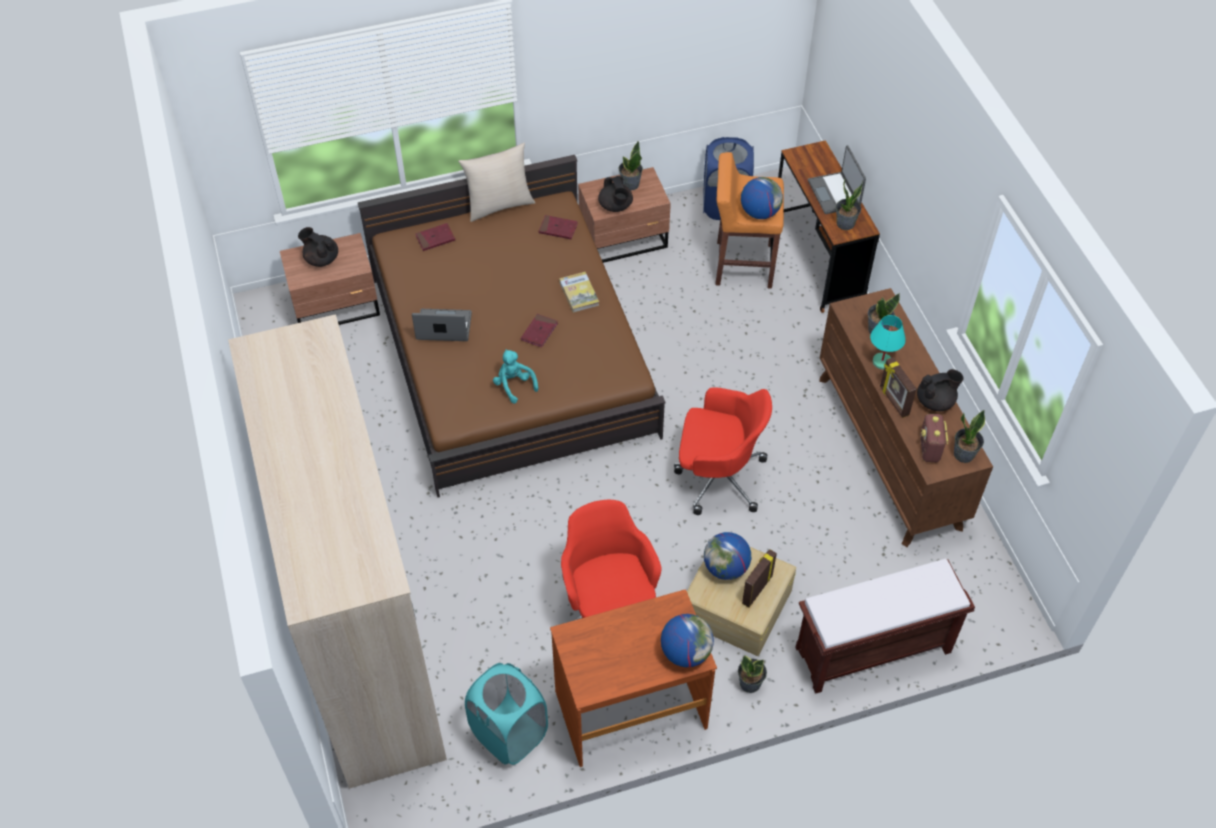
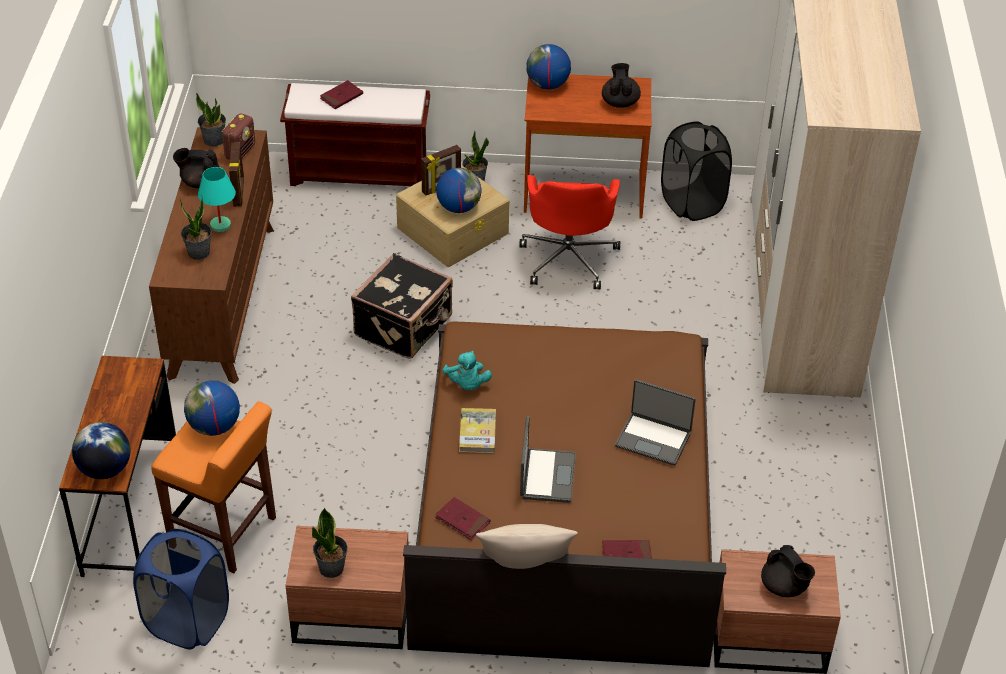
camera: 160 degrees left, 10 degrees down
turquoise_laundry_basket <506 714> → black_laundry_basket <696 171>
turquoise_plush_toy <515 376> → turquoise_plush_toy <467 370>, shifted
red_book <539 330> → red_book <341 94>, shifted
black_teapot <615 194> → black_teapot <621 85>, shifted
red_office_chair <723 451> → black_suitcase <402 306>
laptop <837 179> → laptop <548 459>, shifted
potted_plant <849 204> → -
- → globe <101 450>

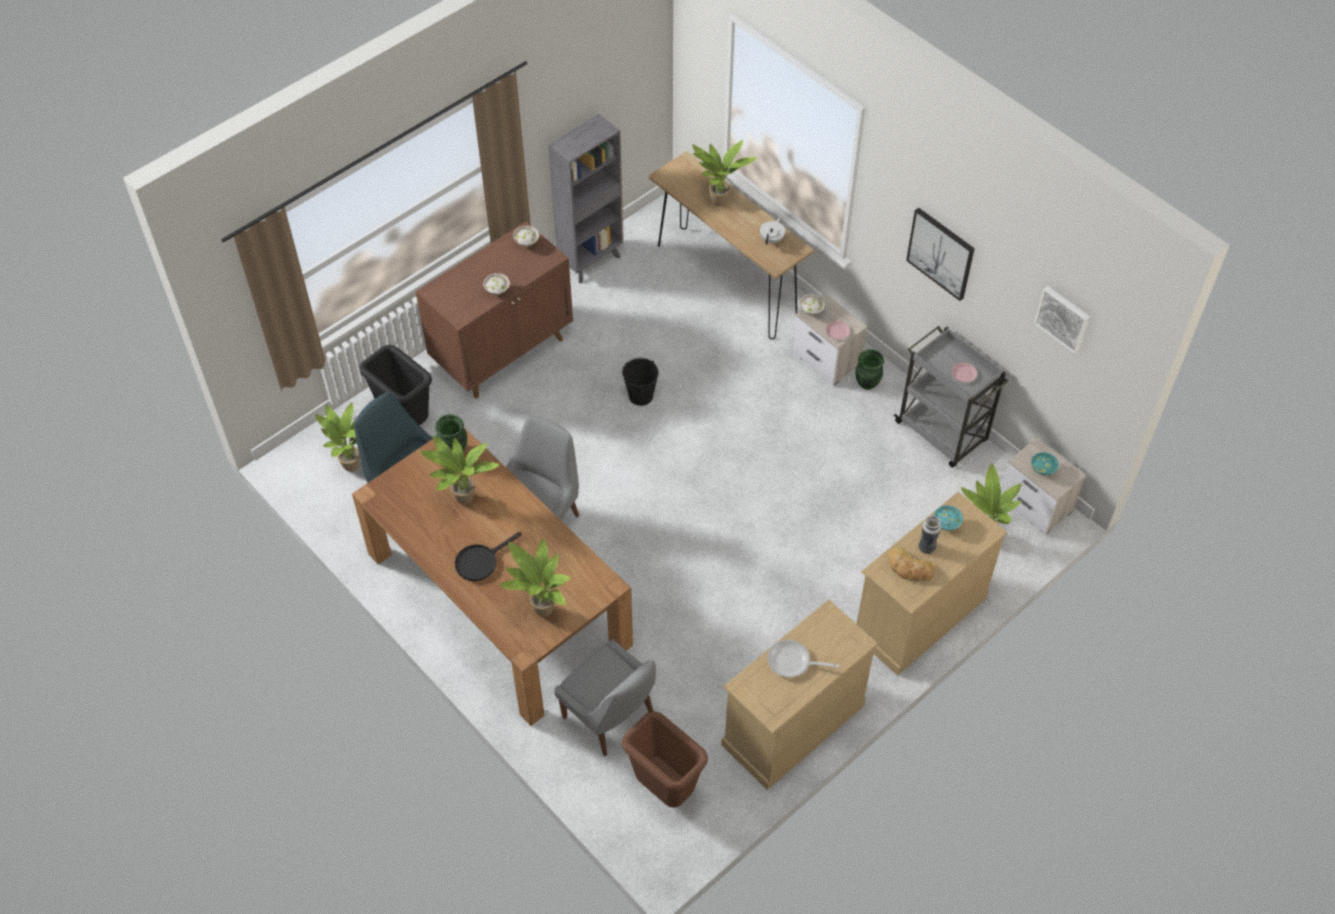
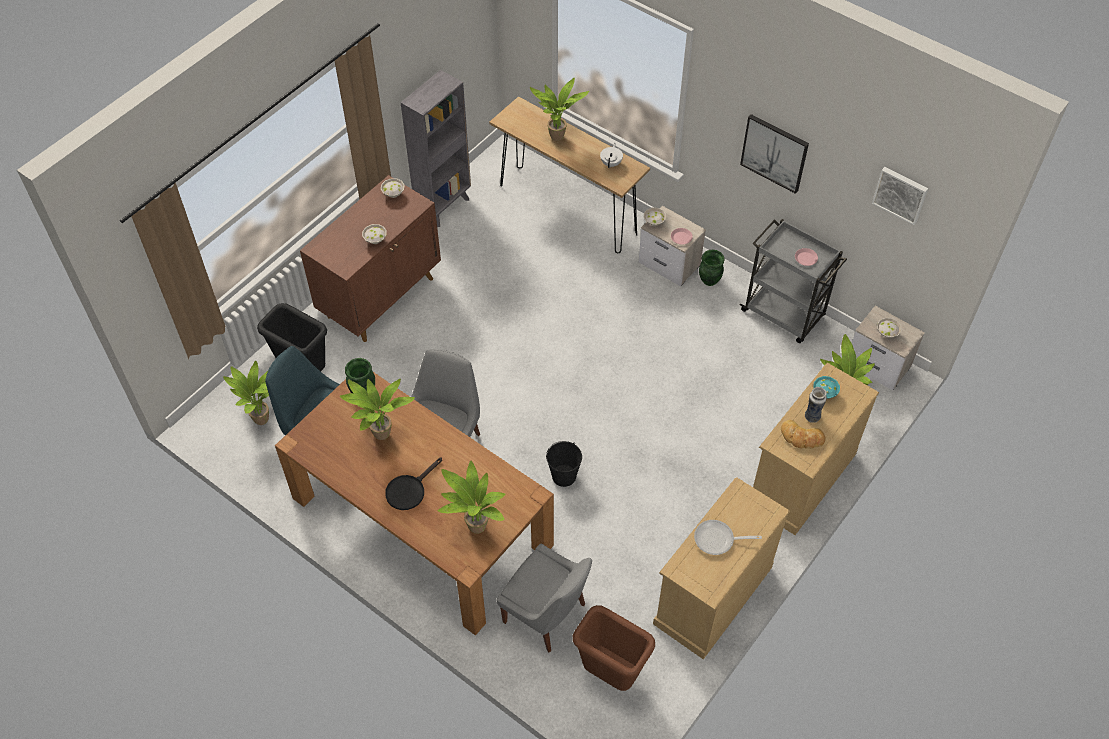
camera: 10 degrees left, 0 degrees up
black_bucket <640 382> → black_bucket <564 464>, shifted
turquoise_bowl <1045 463> → white_bowl <889 328>

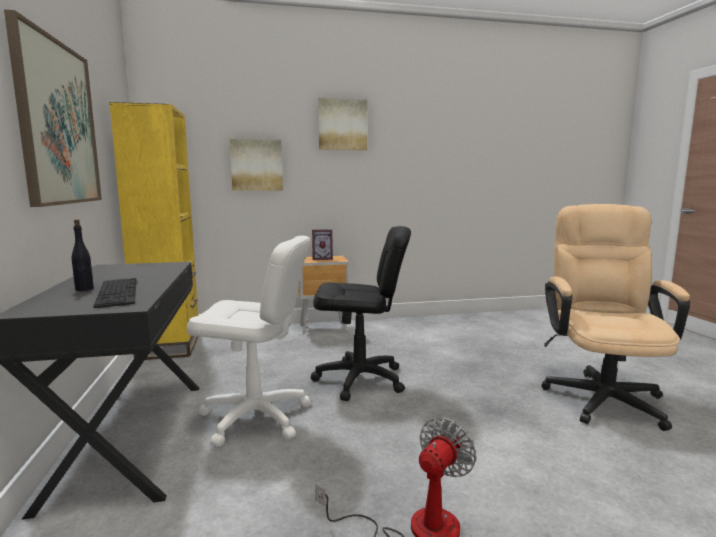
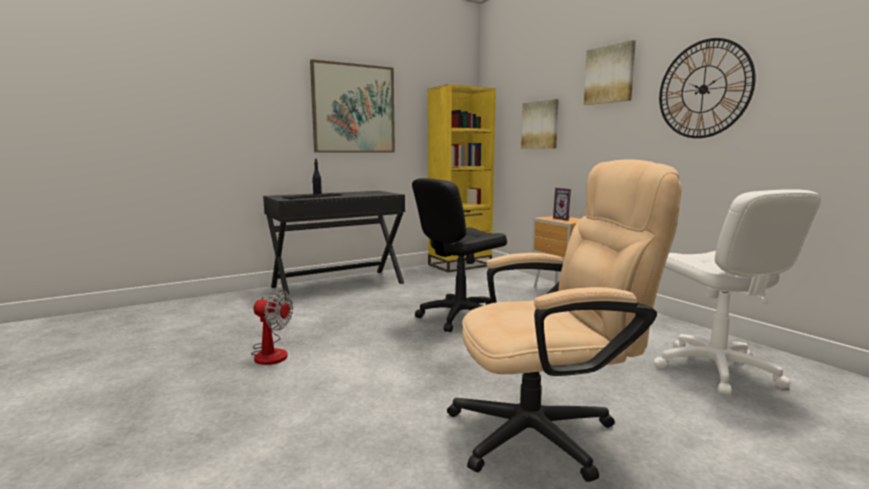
camera: 70 degrees right, 0 degrees up
white_office_chair <249 341> → white_office_chair <737 292>, shifted
black_office_chair <361 313> → black_office_chair <459 255>, 75 degrees clockwise
- → wall_clock <707 88>

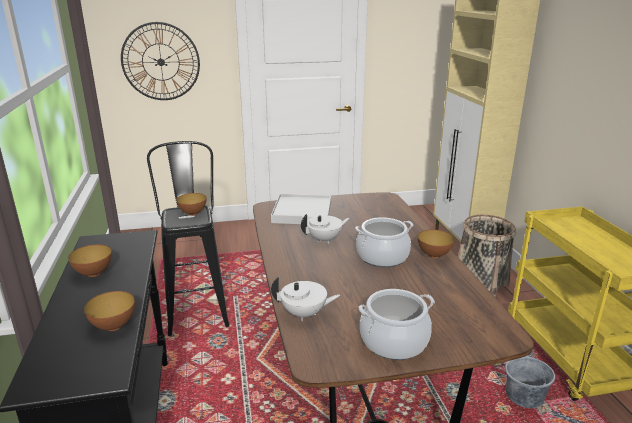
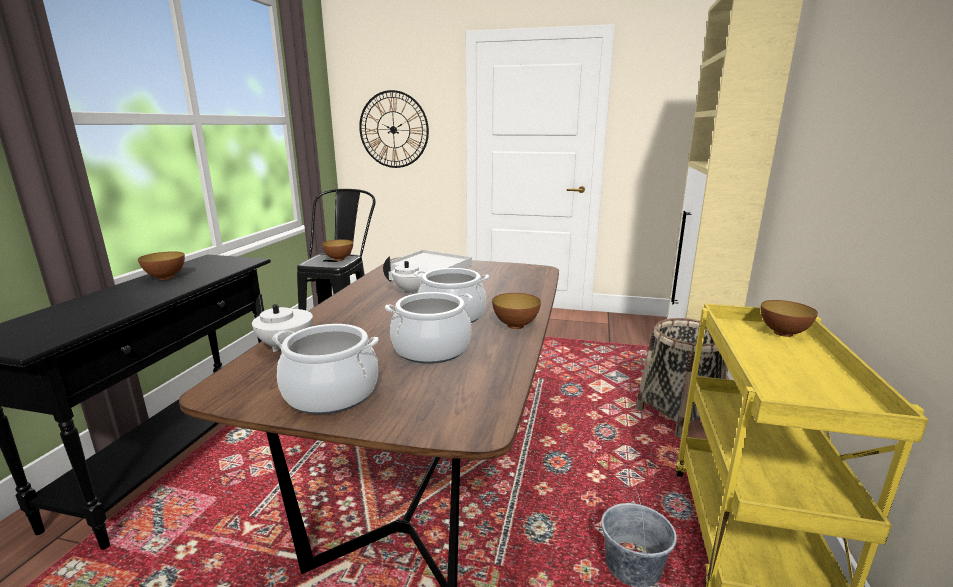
camera: 25 degrees right, 5 degrees down
bowl <109 311> → bowl <789 318>, shifted
- → cooking_pot <429 328>

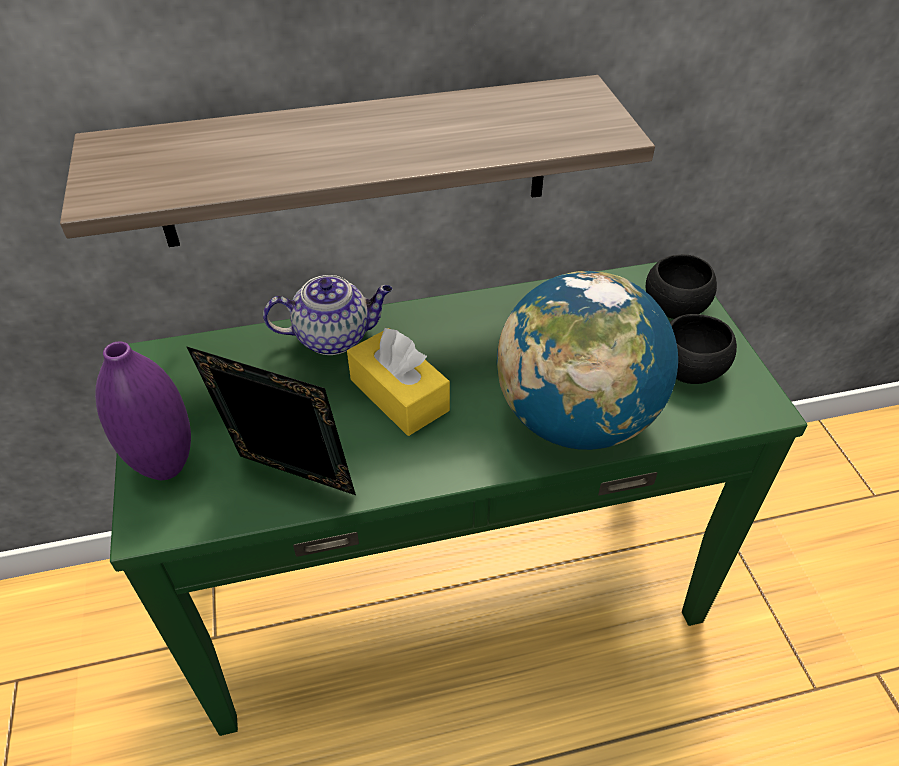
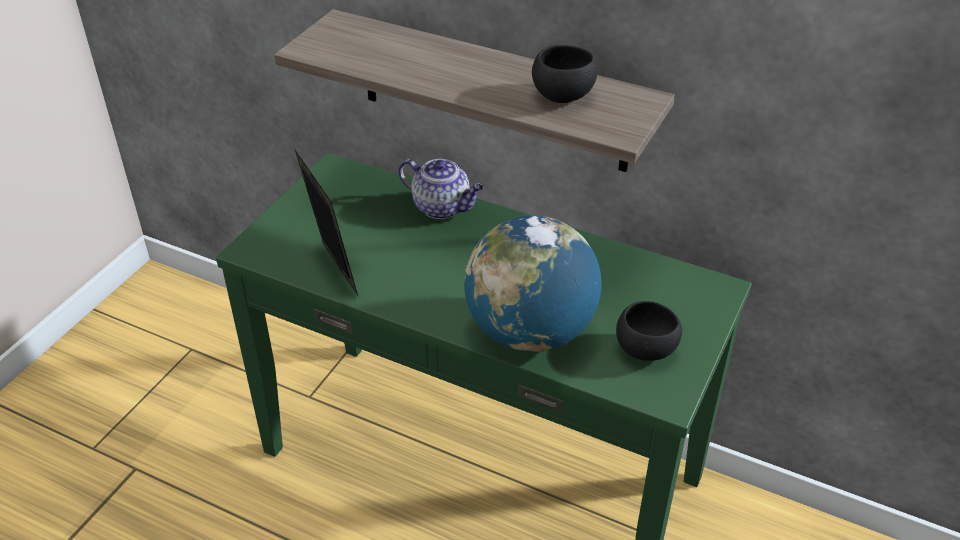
camera: 40 degrees right, 5 degrees down
purple_vase <143 410> → -
yellow_tissue_box <398 382> → -
black_bowl <681 286> → black_bowl <565 74>, shifted

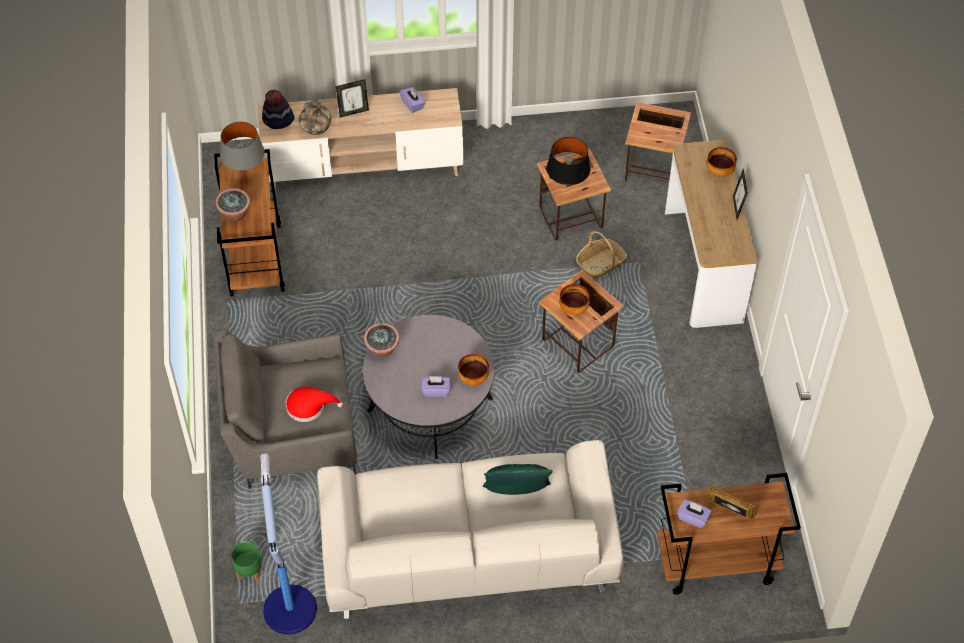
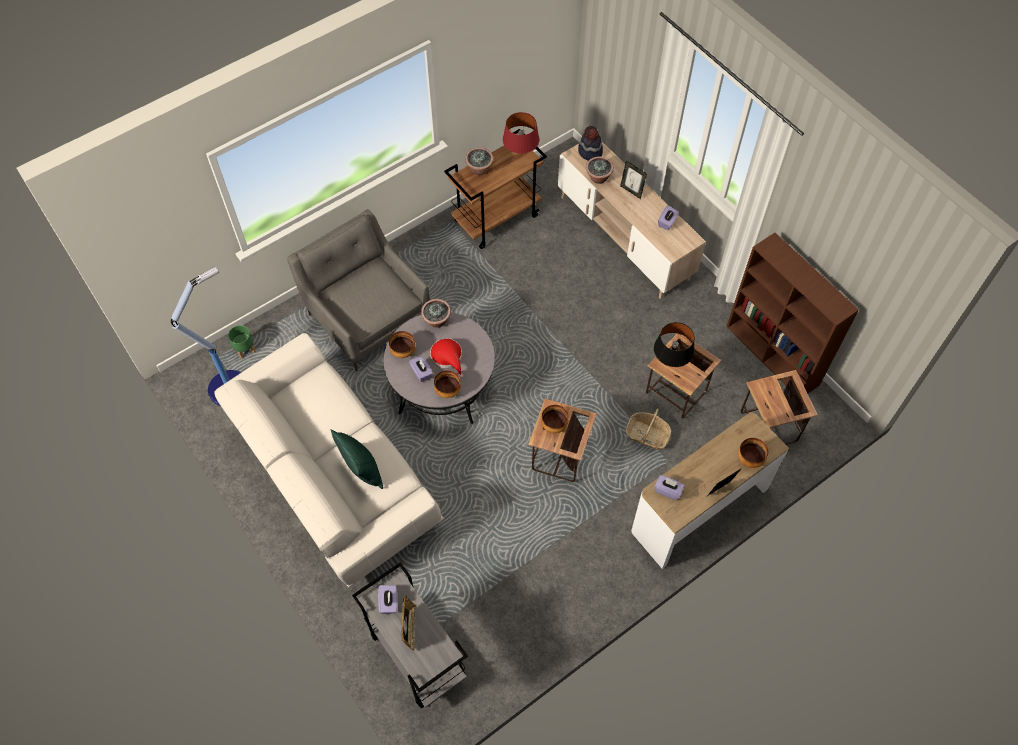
camera: 60 degrees right, 5 degrees up
grey_table_lamp <242 147> → red_table_lamp <521 132>
red_hat <314 404> → red_hat <446 358>, shifted
vase <314 117> → potted_plant <600 170>
brown_cart <729 533> → grey_cart <410 635>
- → bowl <402 344>
- → purple_tissue_box <669 487>
- → brown_bookcase <792 313>

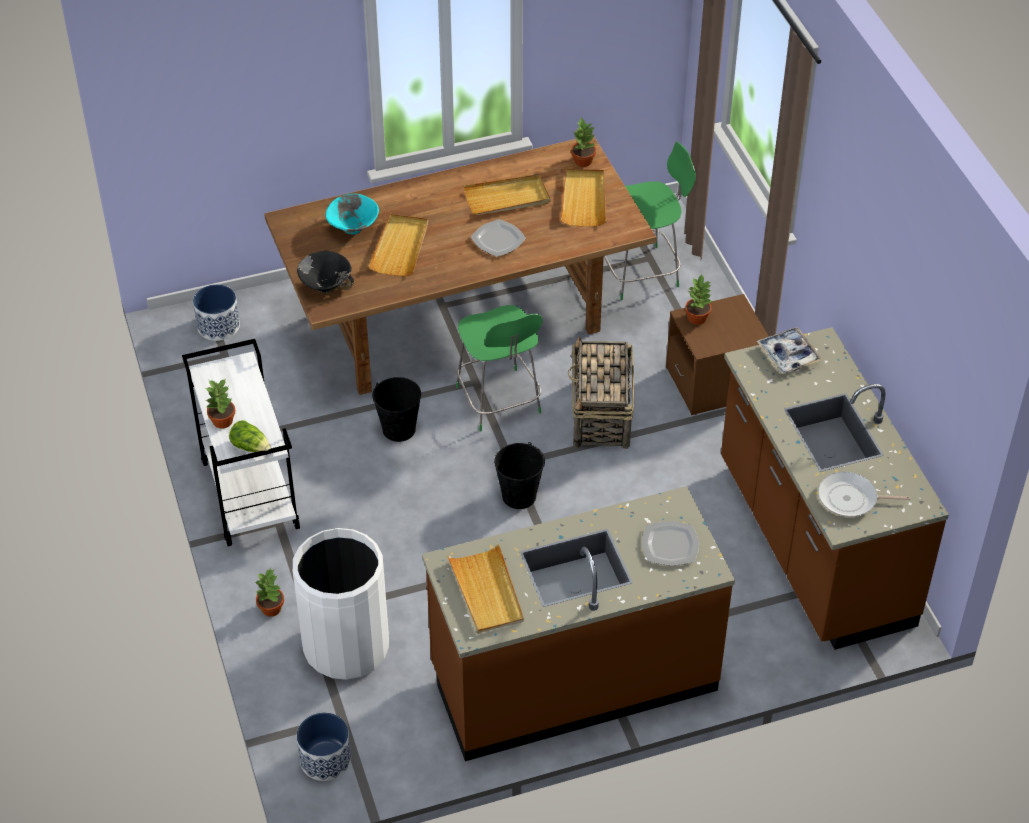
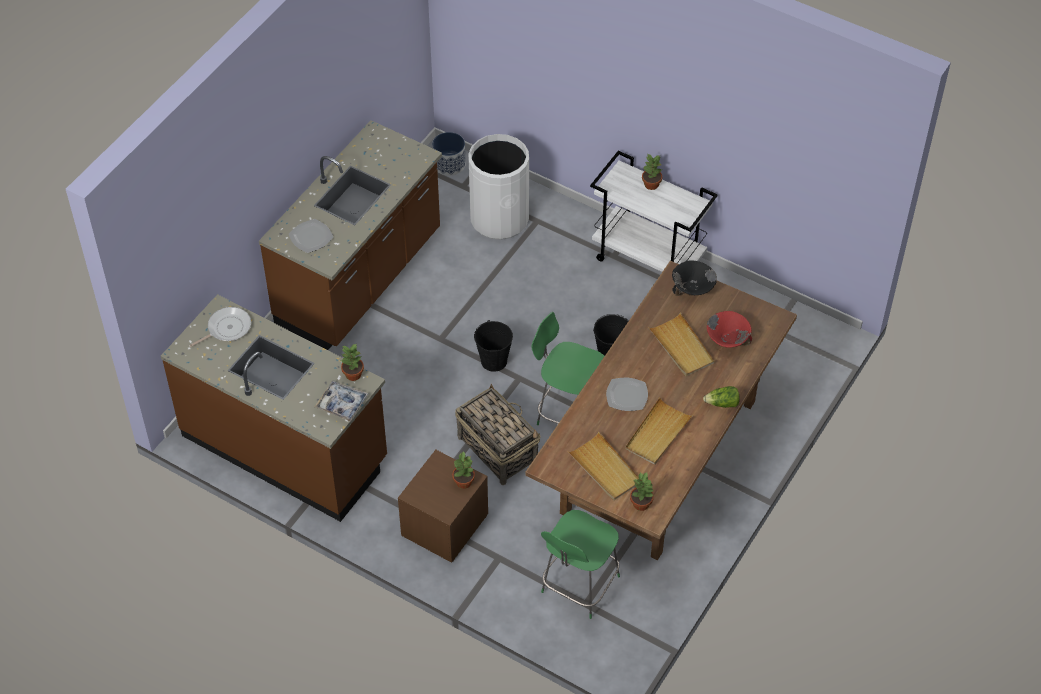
camera: 140 degrees right, 5 degrees up
planter <216 312> → -
lettuce <250 436> → lettuce <721 397>, shifted
potted_plant <269 592> → potted_plant <352 362>, shifted
turquoise_bowl <352 214> → red_bowl <729 329>
beige_tray <485 588> → -

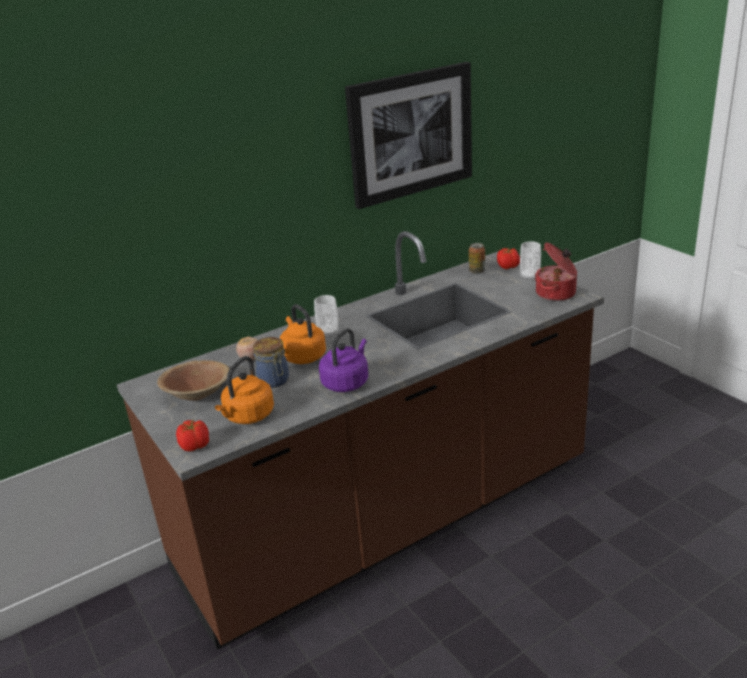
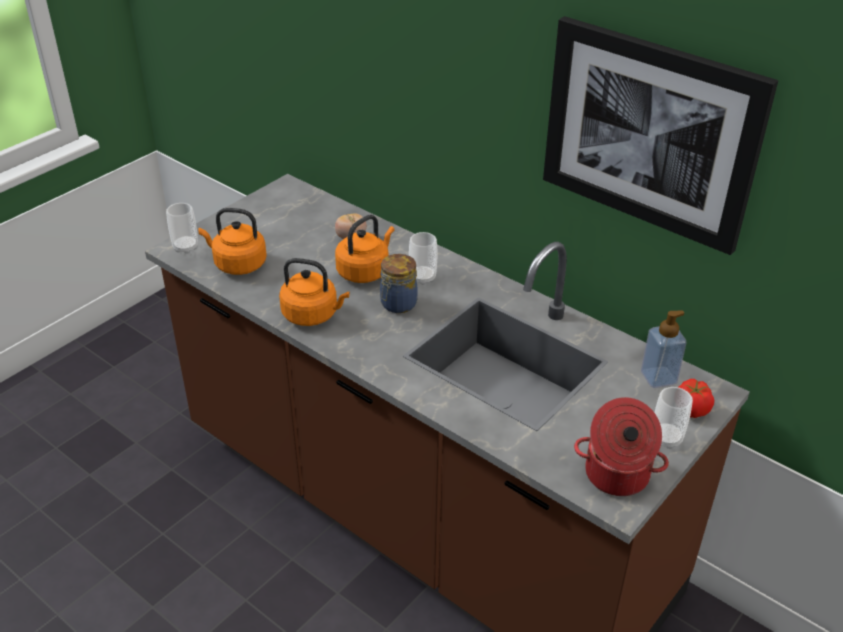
camera: 70 degrees right, 10 degrees up
brown_bowl <193 380> → -
tomato <192 435> → cup <182 228>
jar <271 362> → jar <399 283>, shifted
purple_kettle <343 360> → orange_kettle <314 292>
can <477 258> → soap_dispenser <664 349>

